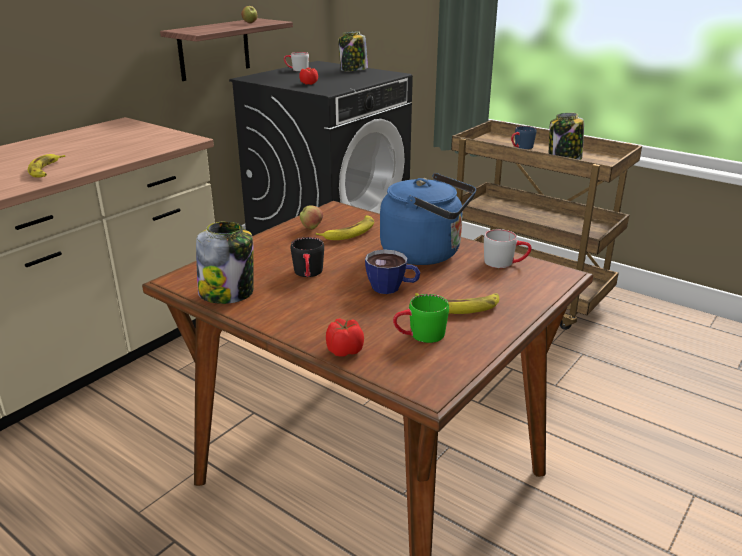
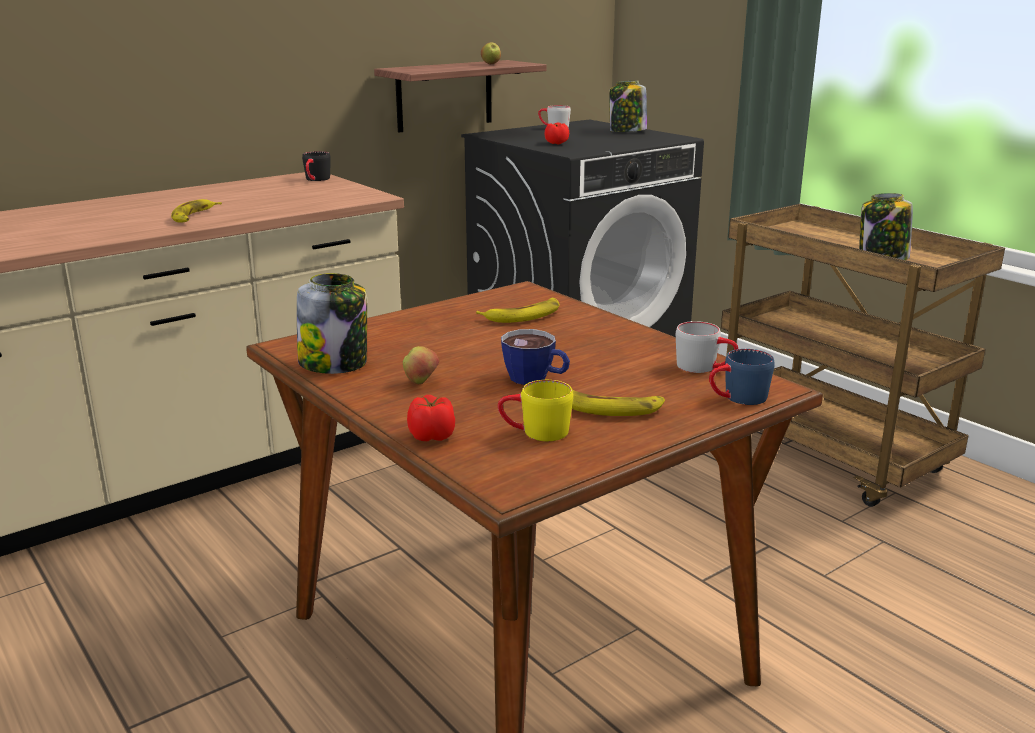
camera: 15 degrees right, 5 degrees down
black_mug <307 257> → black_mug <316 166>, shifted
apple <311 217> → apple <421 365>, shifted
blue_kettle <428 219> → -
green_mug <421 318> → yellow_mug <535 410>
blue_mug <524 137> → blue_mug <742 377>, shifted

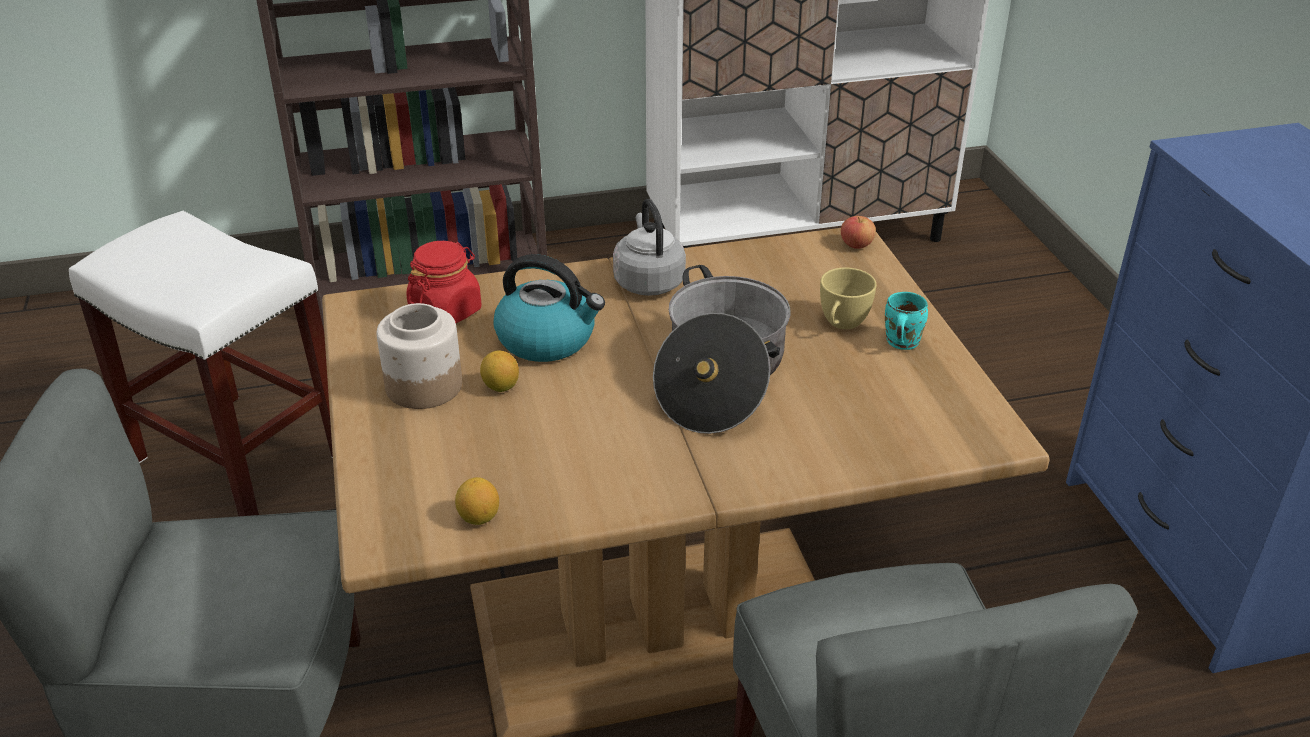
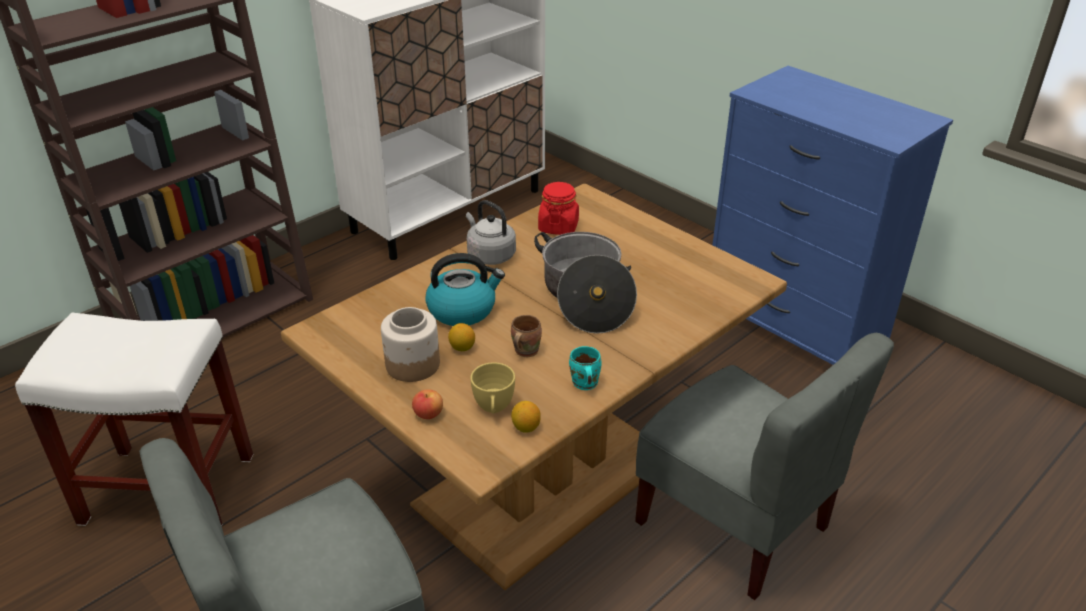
camera: 30 degrees left, 0 degrees up
red_jar <443 282> → red_jar <558 208>, shifted
yellow_cup <848 298> → yellow_cup <492 388>, shifted
apple <858 232> → apple <427 404>, shifted
turquoise_mug <906 321> → turquoise_mug <585 368>, shifted
- → brown_mug <526 336>

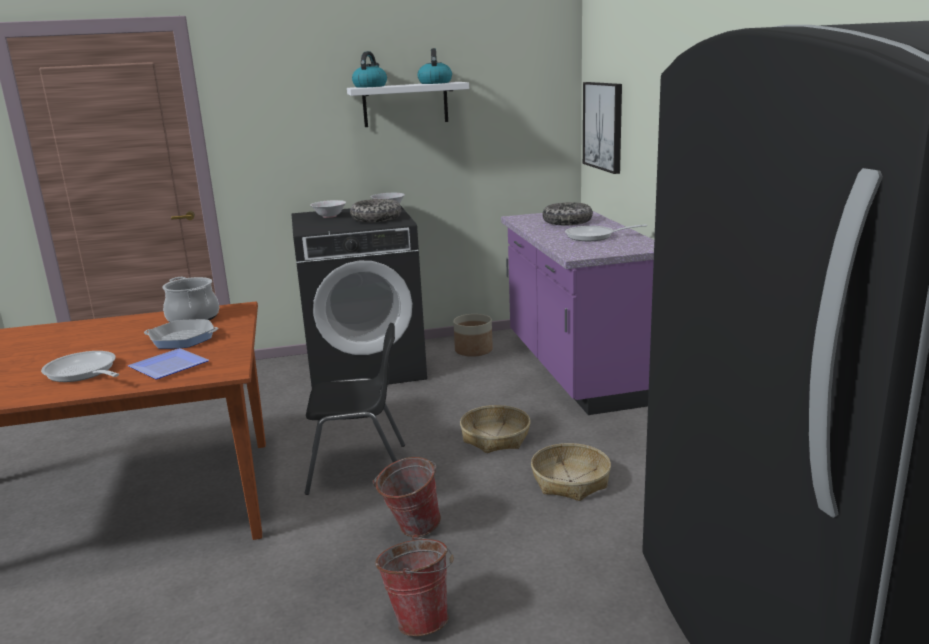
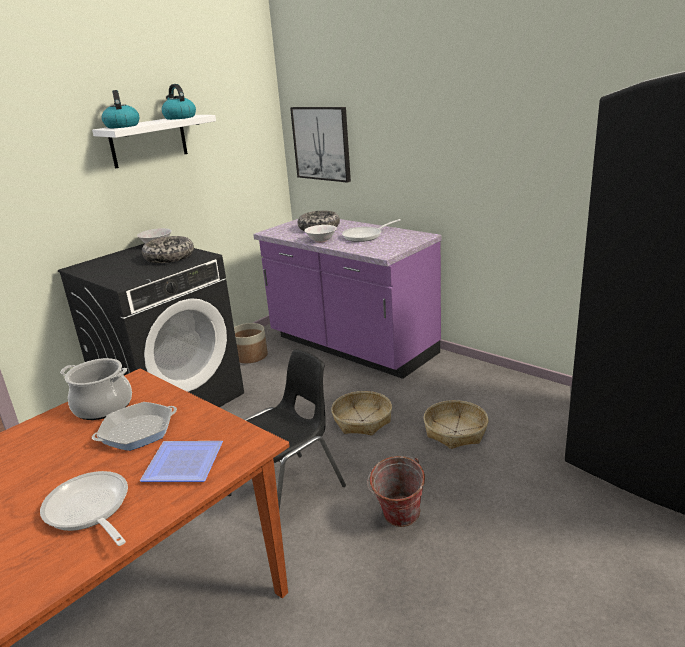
camera: 35 degrees left, 5 degrees up
frying_pan <80 366> → frying_pan <84 508>, 45 degrees clockwise
white_bowl <328 209> → white_bowl <320 234>, shifted
bucket <414 585> → -

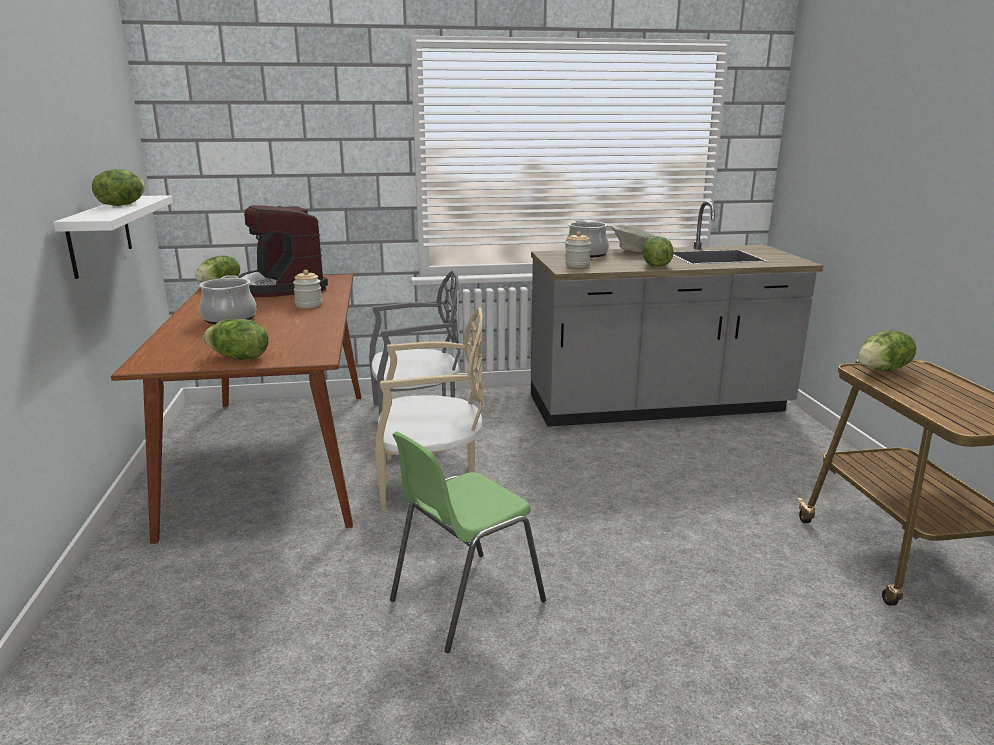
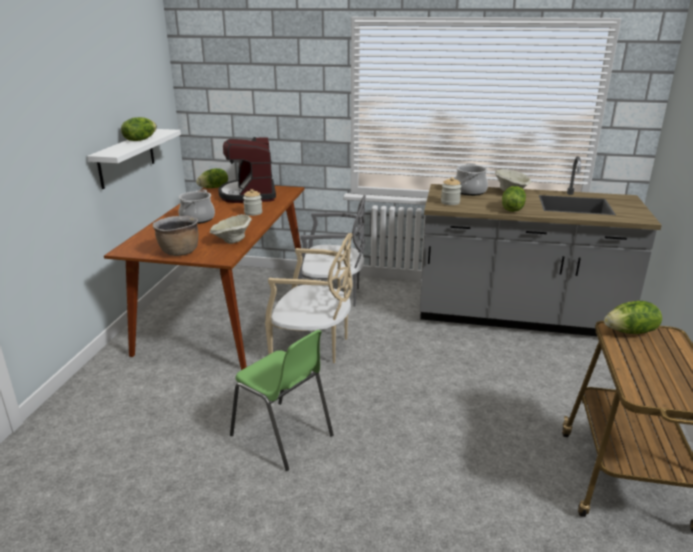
camera: 20 degrees right, 5 degrees up
lettuce <236 339> → brown_cooking_pot <175 236>
green_chair <468 542> → green_chair <282 400>, 120 degrees counterclockwise
- → beige_bowl <231 229>

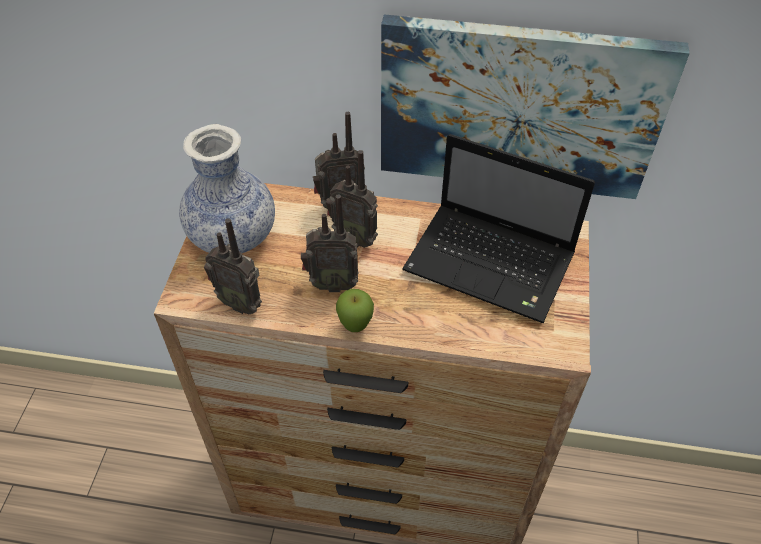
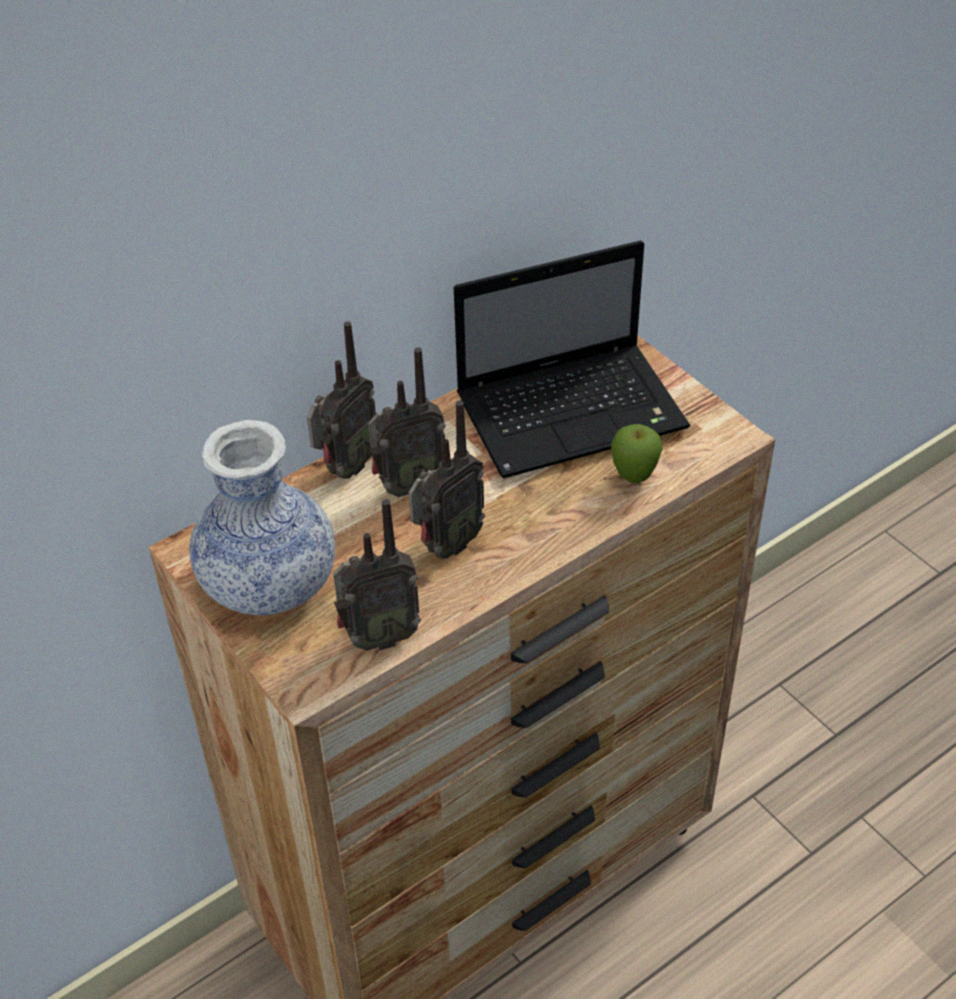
camera: 45 degrees left, 5 degrees down
apple <355 310> → apple <637 453>, shifted
picture <535 106> → -

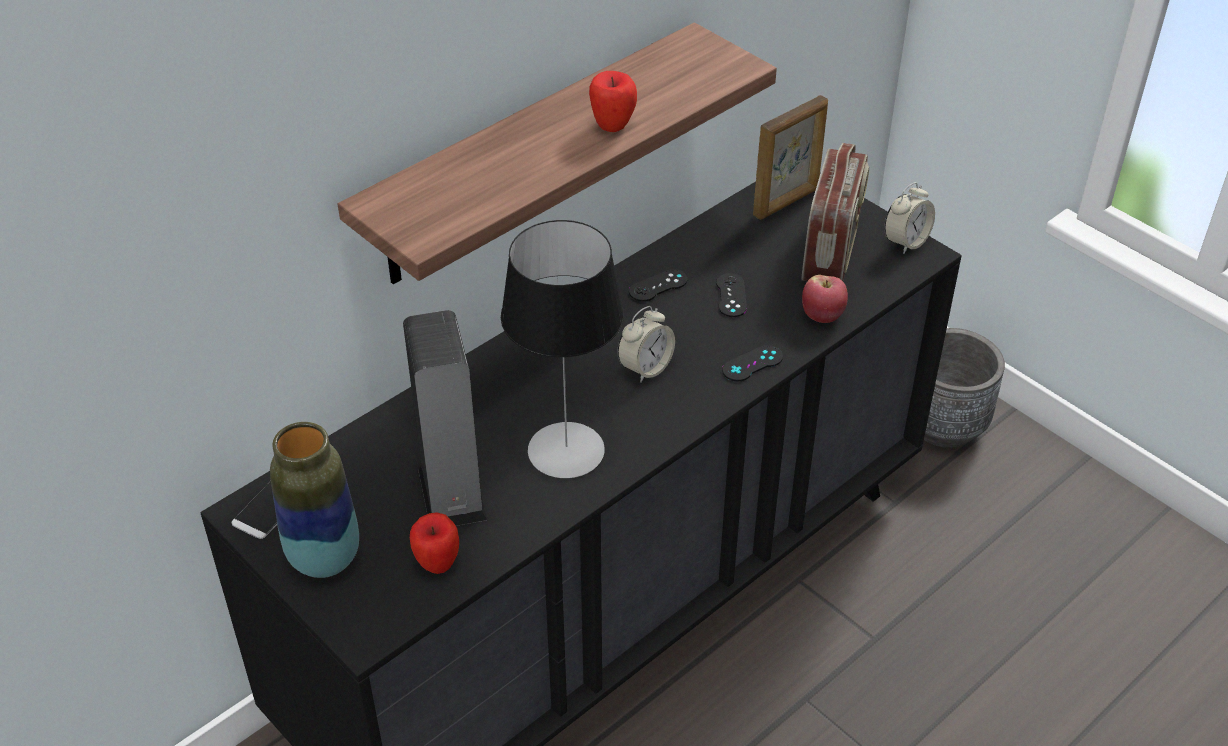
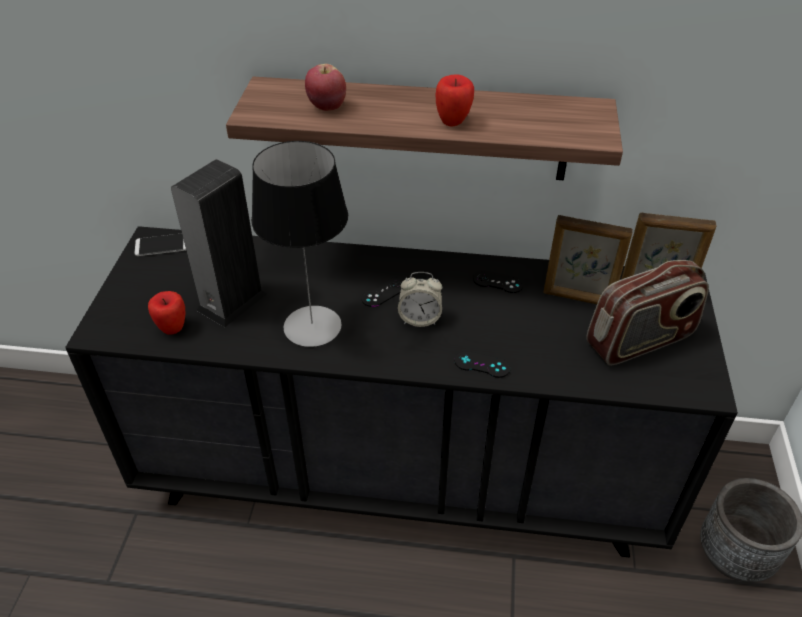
camera: 50 degrees right, 0 degrees up
vase <314 500> → -
black_game_controller <731 295> → black_game_controller <382 292>, shifted
apple <825 299> → apple <325 87>, shifted
alarm_clock <909 218> → -
- → picture_frame <588 259>

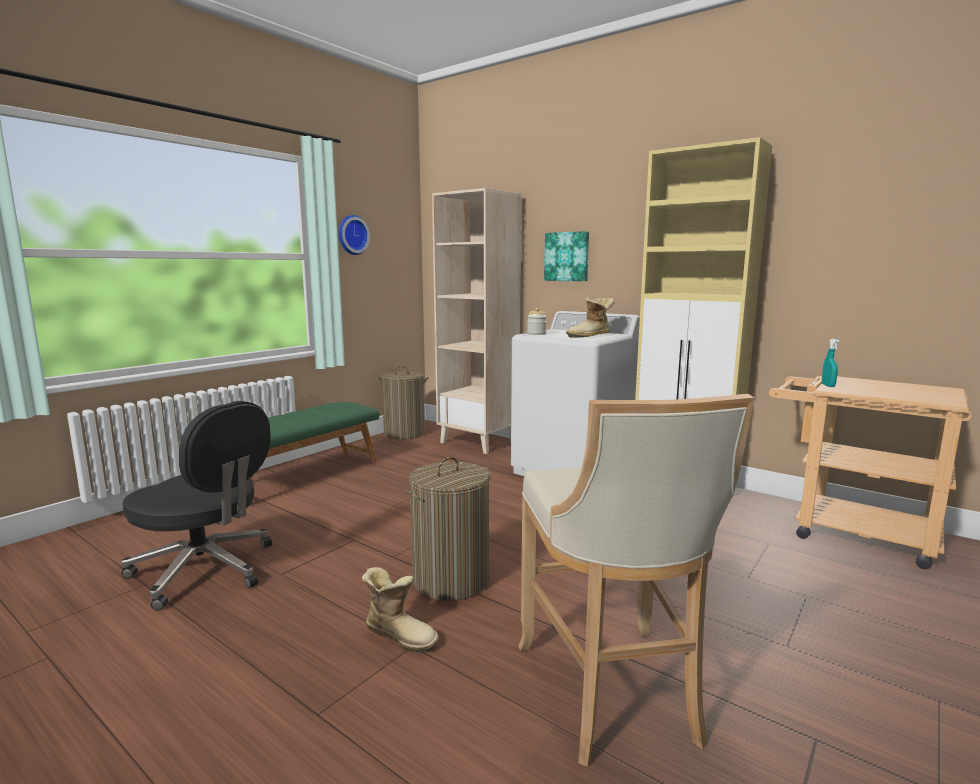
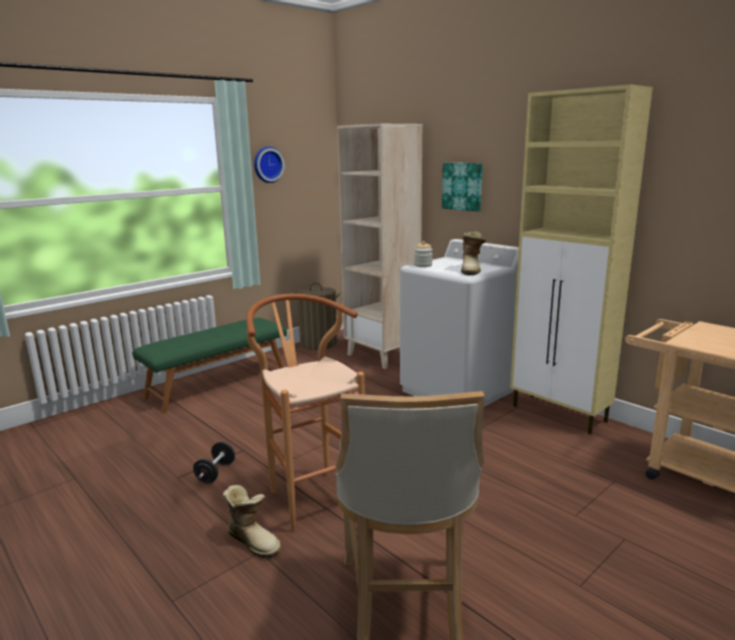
camera: 10 degrees right, 5 degrees up
black_office_chair <196 506> → -
laundry_basket <447 529> → brown_stool <305 413>
boot <590 317> → boot <474 253>, 60 degrees counterclockwise
turquoise_spray_bottle <830 363> → -
- → black_dumbbell <214 463>

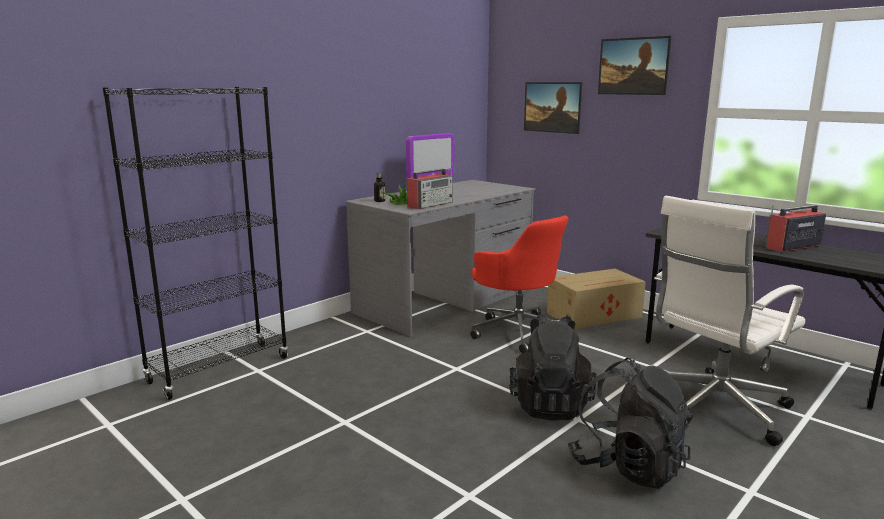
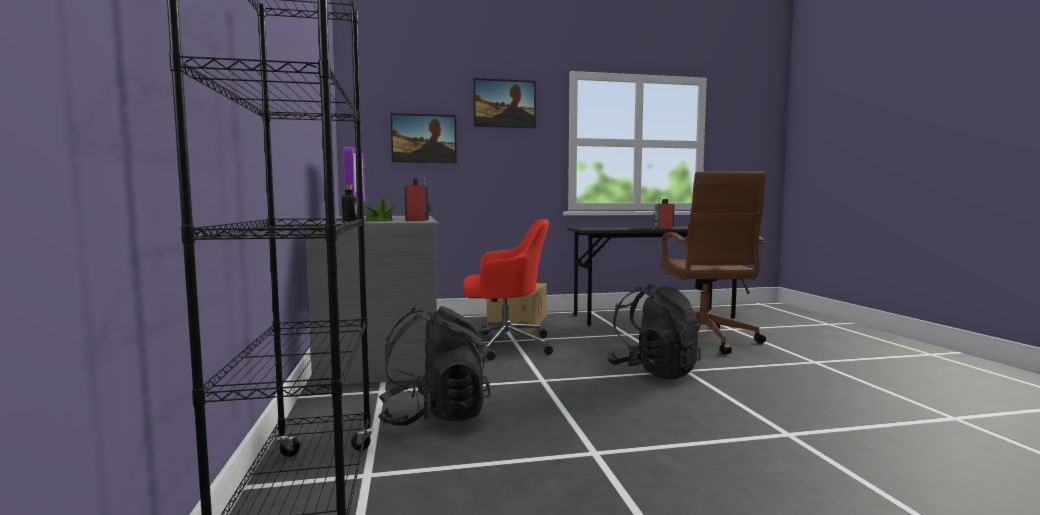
camera: 55 degrees left, 10 degrees down
black_backpack <630 423> → black_backpack <434 366>, shifted
white_office_chair <729 321> → brown_office_chair <713 263>

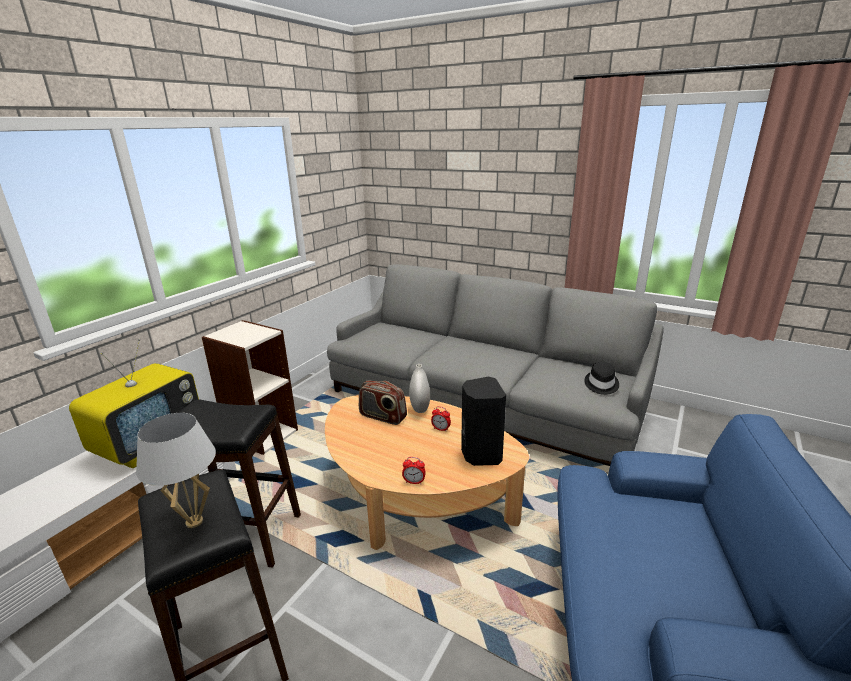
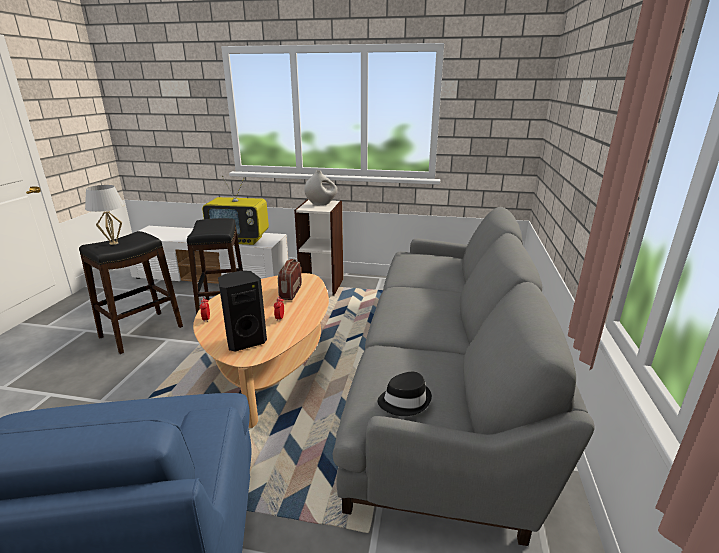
camera: 70 degrees right, 0 degrees up
white_vase <419 388> → white_vase <320 187>, shifted

